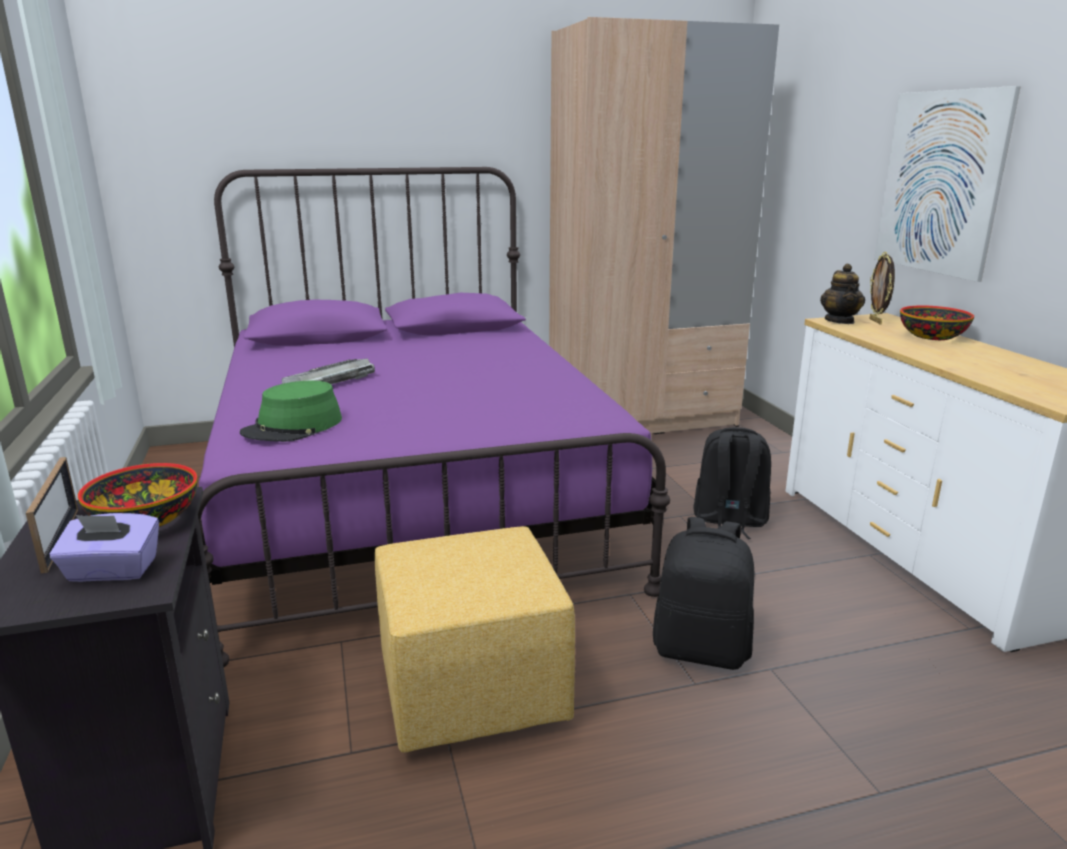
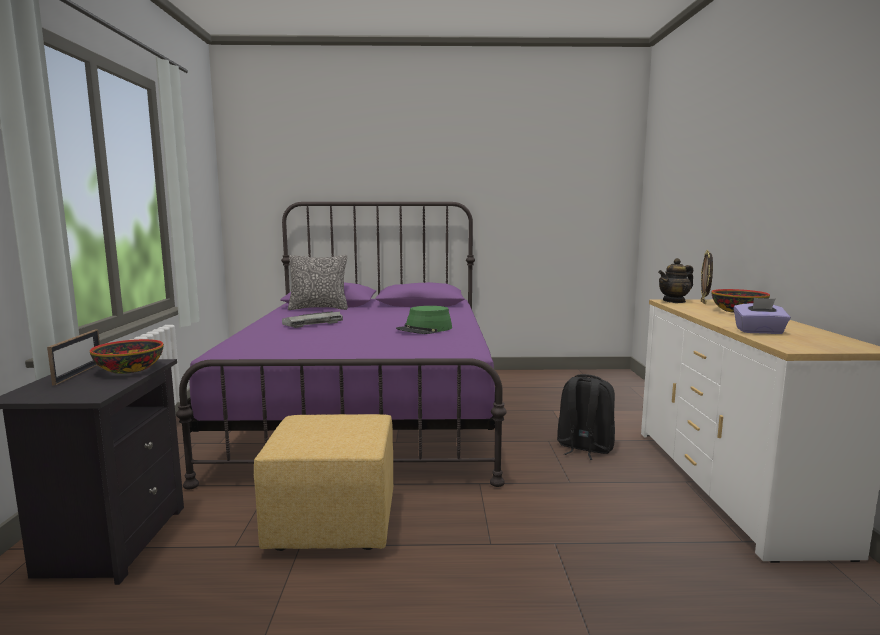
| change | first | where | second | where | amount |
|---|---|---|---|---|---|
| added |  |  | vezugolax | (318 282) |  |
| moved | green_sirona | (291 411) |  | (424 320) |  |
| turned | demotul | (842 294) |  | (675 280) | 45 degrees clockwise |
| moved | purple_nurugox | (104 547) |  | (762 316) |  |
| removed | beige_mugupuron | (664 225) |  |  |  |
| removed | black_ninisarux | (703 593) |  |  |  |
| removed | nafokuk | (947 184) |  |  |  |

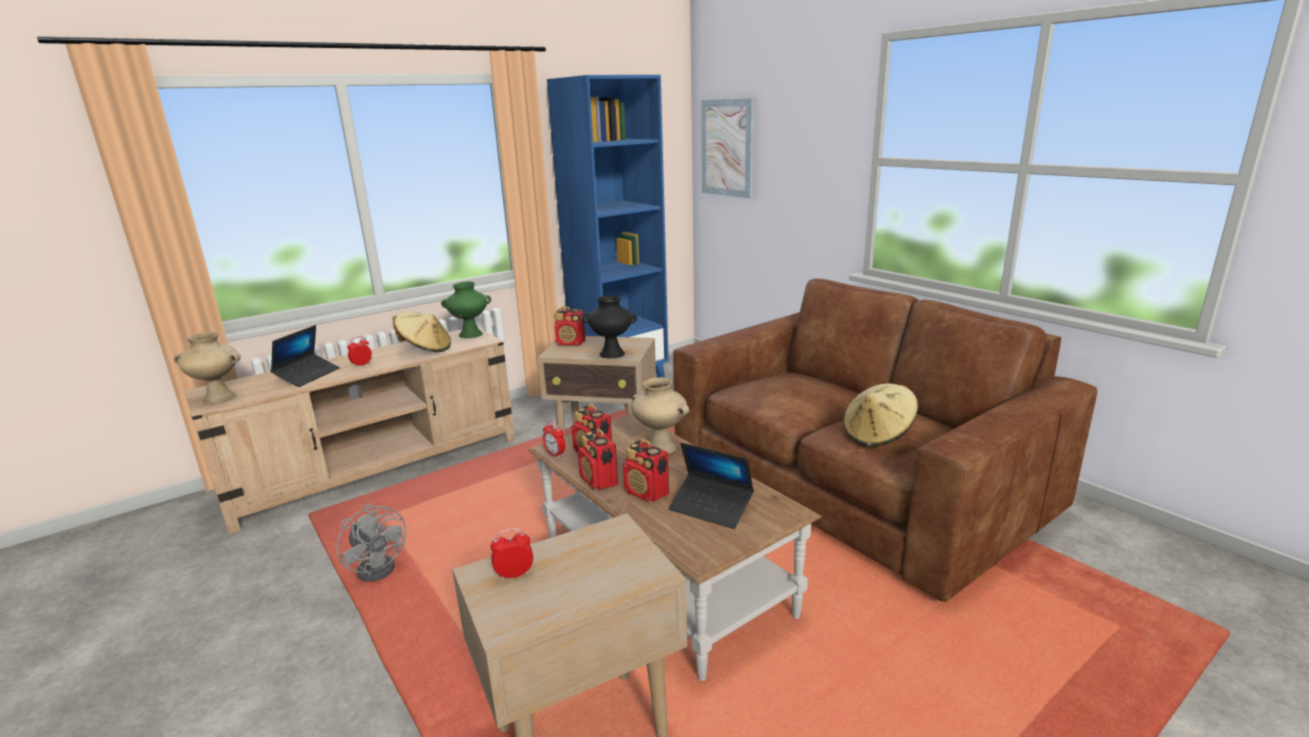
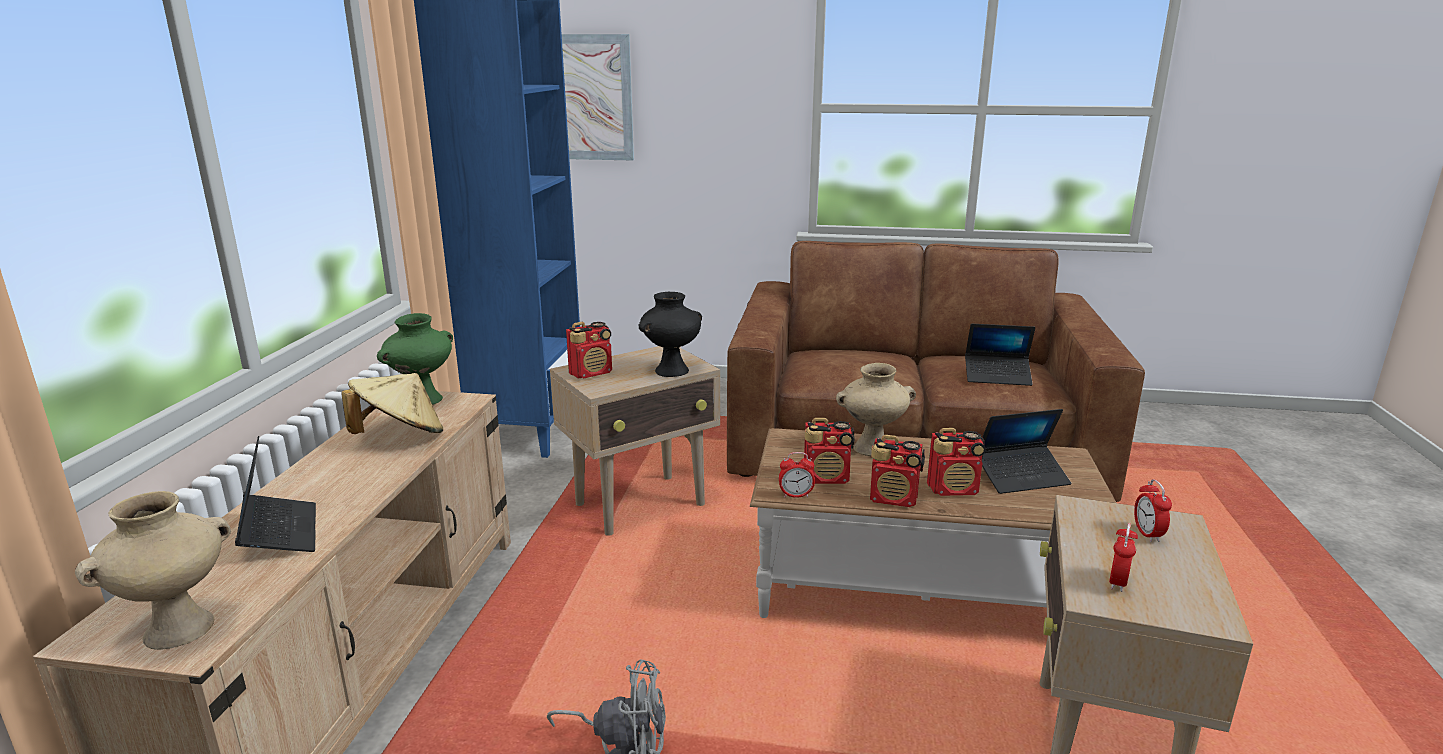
| change | first | where | second | where | amount |
|---|---|---|---|---|---|
| replaced | beige_sirona | (880 415) | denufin | (1000 355) |  |
| moved | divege | (359 352) |  | (1153 510) |  |

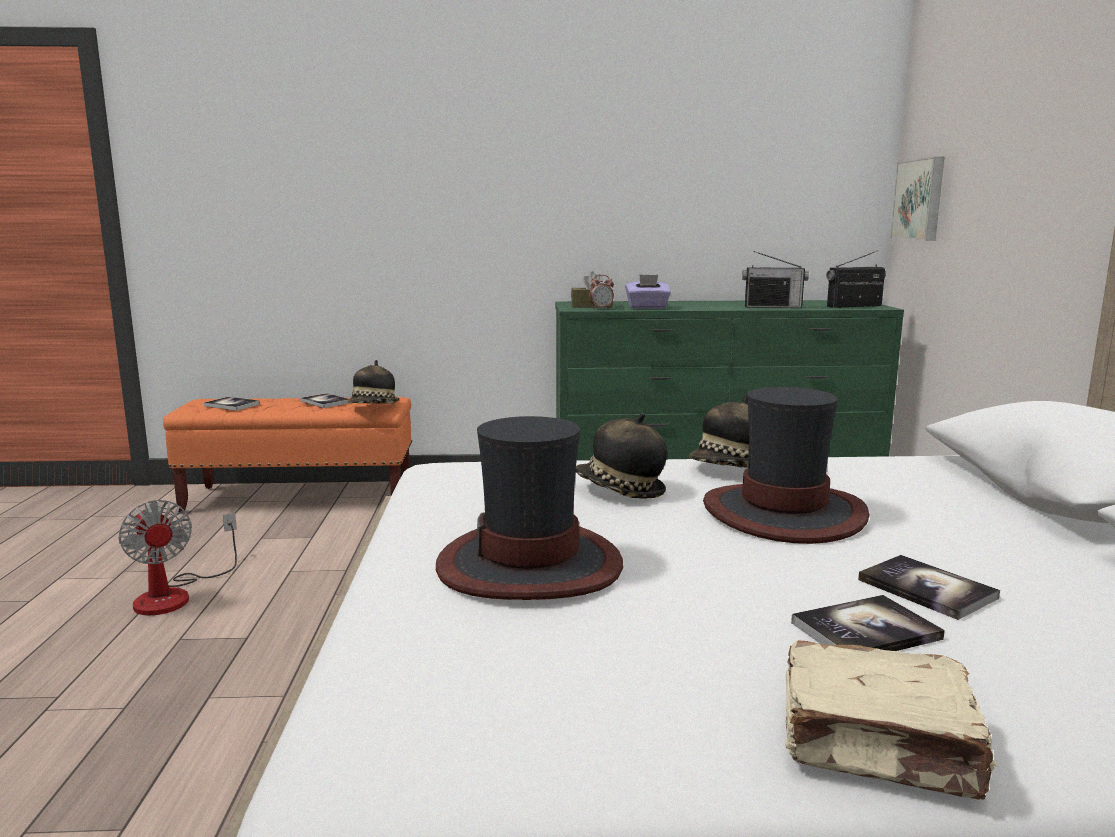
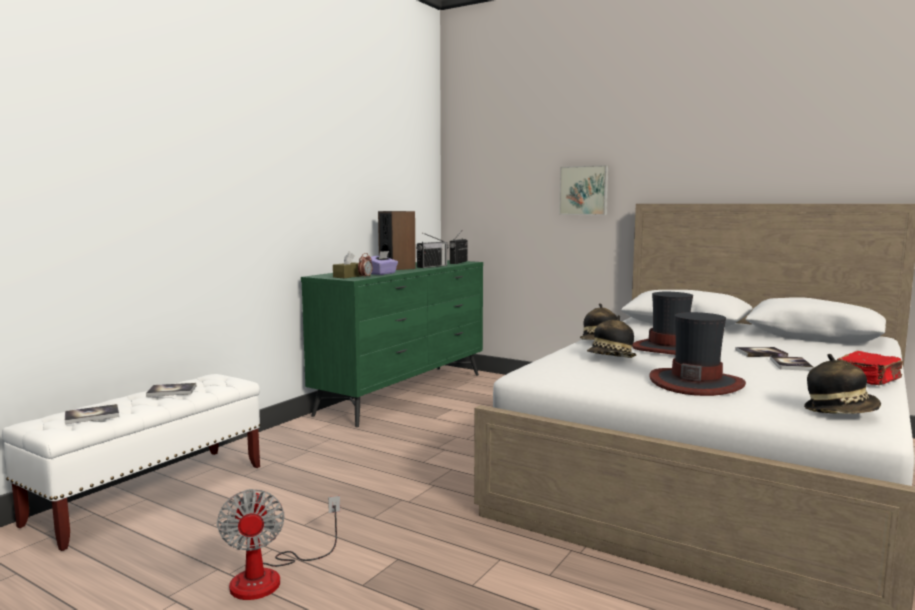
| change | first | where | second | where | amount |
|---|---|---|---|---|---|
| recoloured | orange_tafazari | (287 454) | white_tafazari | (131 462) |  |
| turned | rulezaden | (178 558) |  | (278 544) | 75 degrees clockwise |
| added |  |  | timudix | (397 240) |  |
| moved | nafokuk | (917 199) |  | (584 190) |  |
| moved | sirona | (373 382) |  | (842 384) |  |
| recoloured | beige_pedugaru | (891 720) | red_pedugaru | (870 368) |  |

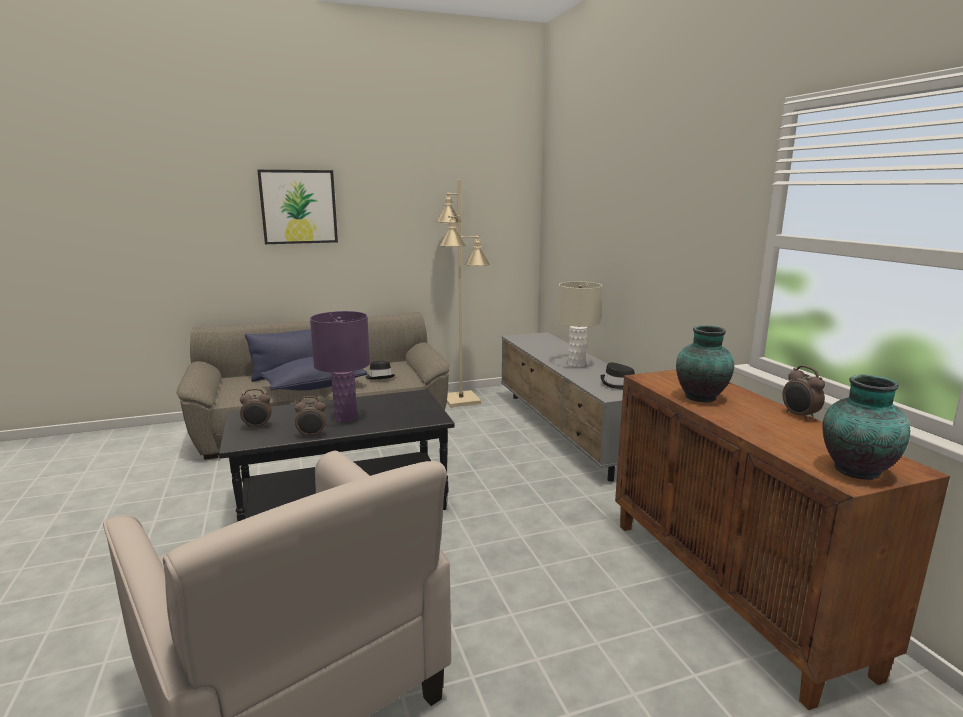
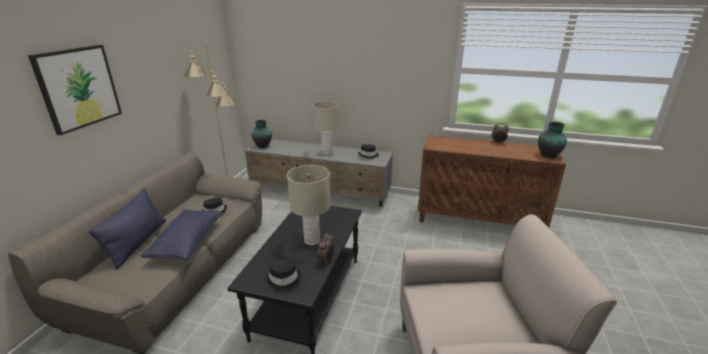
| change | first | where | second | where | amount |
|---|---|---|---|---|---|
| moved | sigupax | (705 363) |  | (262 133) |  |
| replaced | divege | (256 409) | black_sirona | (282 275) |  |
| recoloured | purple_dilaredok | (340 366) | beige_dilaredok | (308 205) |  |

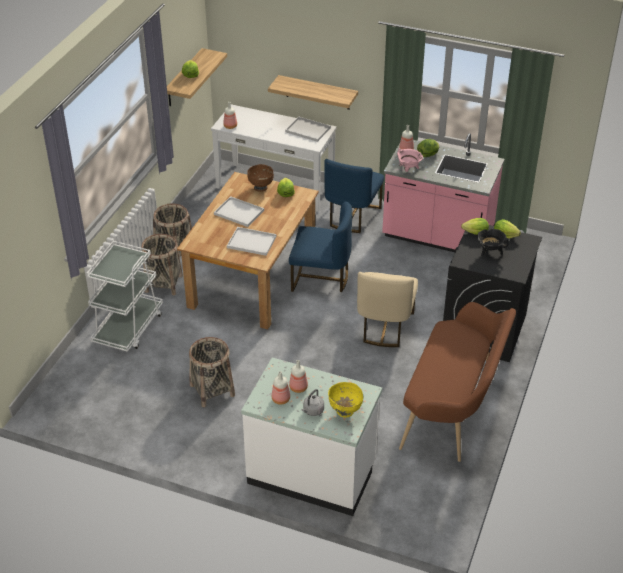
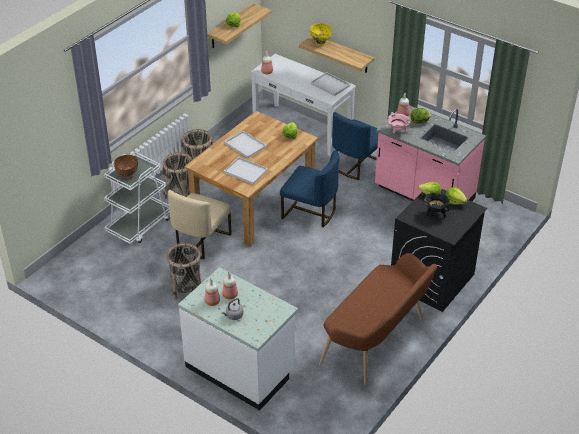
| change | first | where | second | where | amount |
|---|---|---|---|---|---|
| moved | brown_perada | (260 178) |  | (126 167) |  |
| moved | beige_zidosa | (387 309) |  | (200 224) |  |
| moved | yellow_perada | (345 400) |  | (321 34) |  |

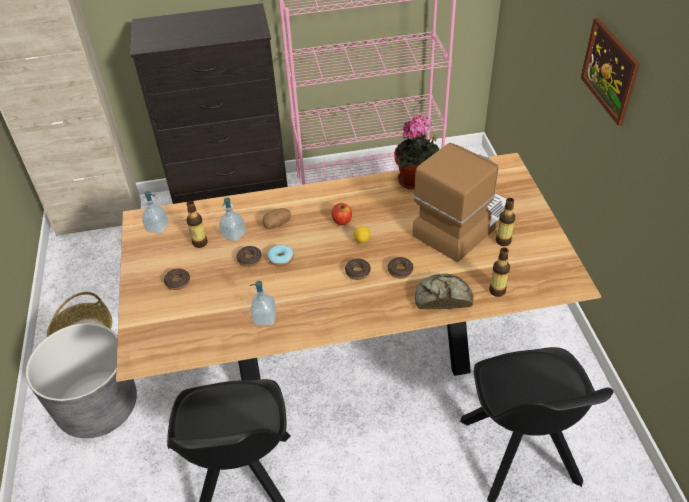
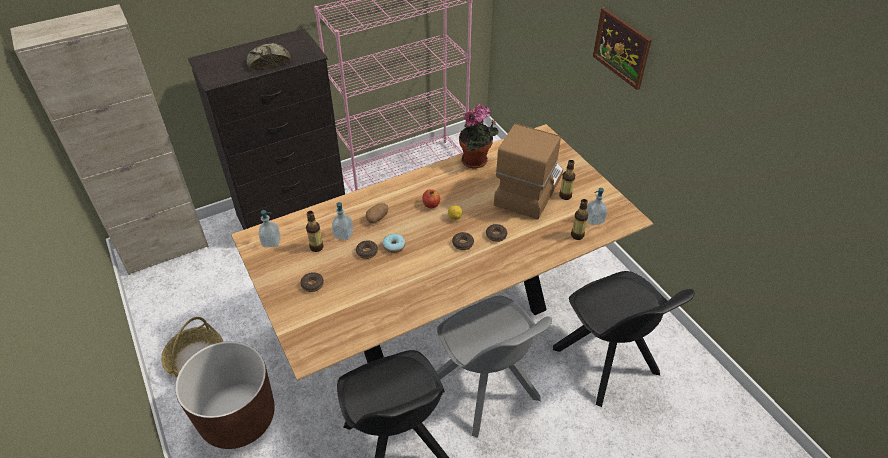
| change | first | where | second | where | amount |
|---|---|---|---|---|---|
| recoloured | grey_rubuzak | (81 380) | brown_rubuzak | (225 395) |  |
| moved | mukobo | (444 291) |  | (269 56) |  |
| added |  |  | grey_zidosa | (494 367) |  |
| moved | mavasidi | (263 303) |  | (597 206) |  |

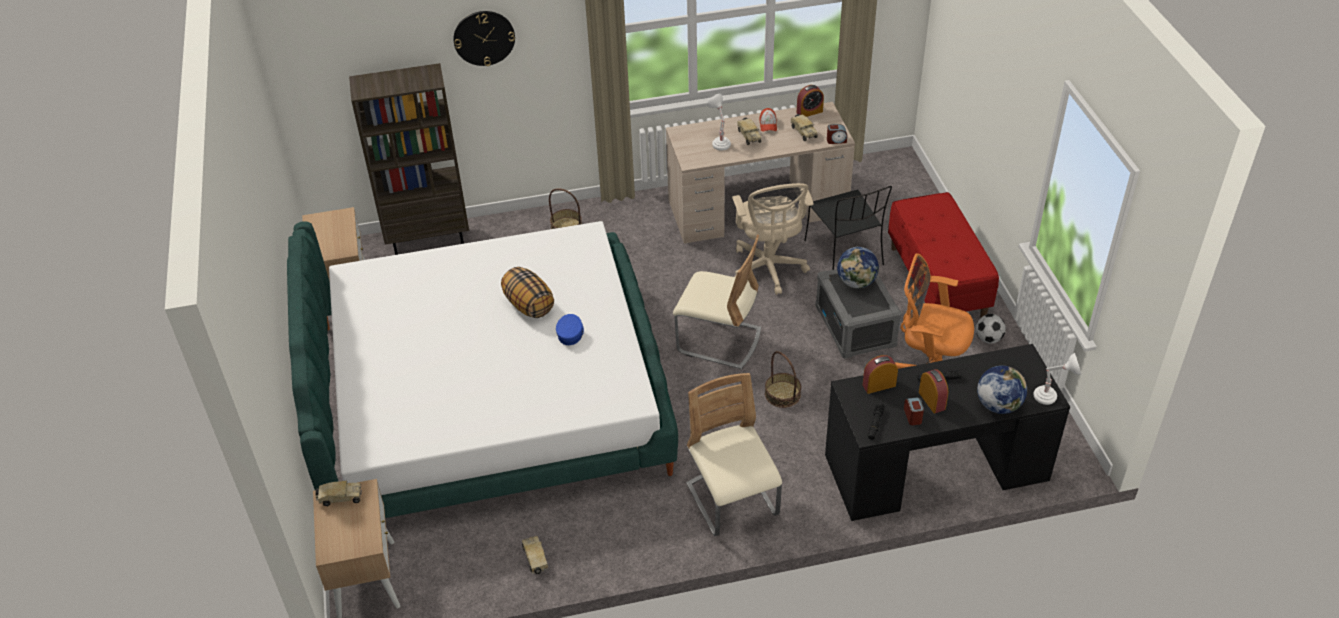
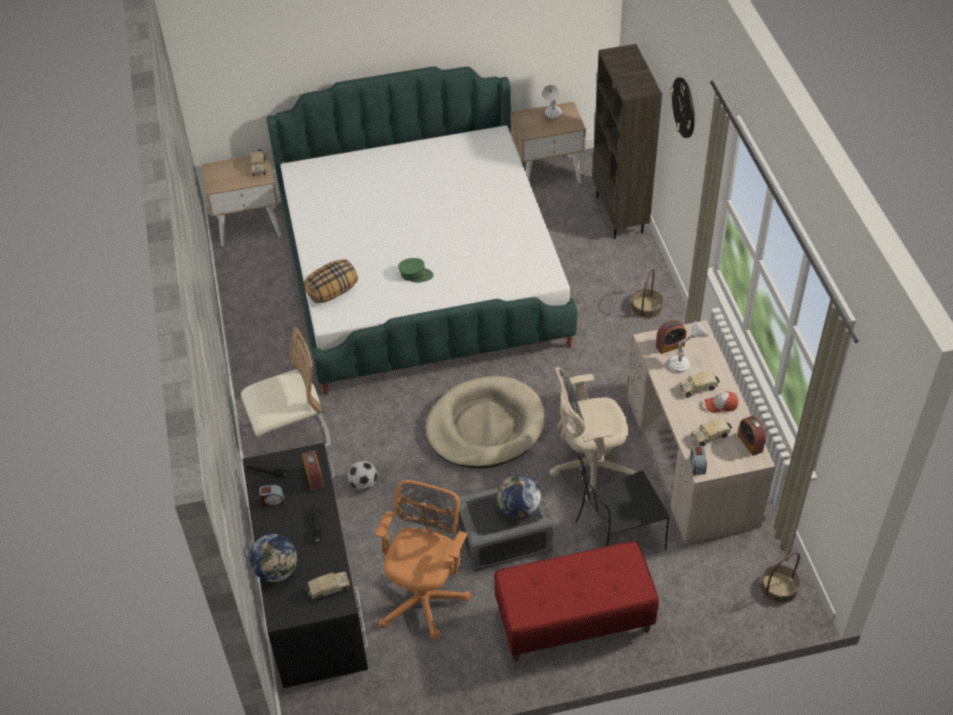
| change | first | where | second | where | amount |
|---|---|---|---|---|---|
| moved | vezugolax | (527 292) |  | (331 281) |  |
| moved | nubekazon | (535 555) |  | (327 586) |  |
| moved | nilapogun | (991 329) |  | (362 475) |  |
| recoloured | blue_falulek | (570 329) | green_falulek | (416 270) |  |
| replaced | beige_zidosa | (717 302) | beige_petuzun | (486 422) |  |
| moved | white_dilaredok | (1057 379) |  | (552 102) |  |
| moved | divege | (933 391) |  | (671 337) |  |
| moved | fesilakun | (783 379) |  | (780 578) |  |

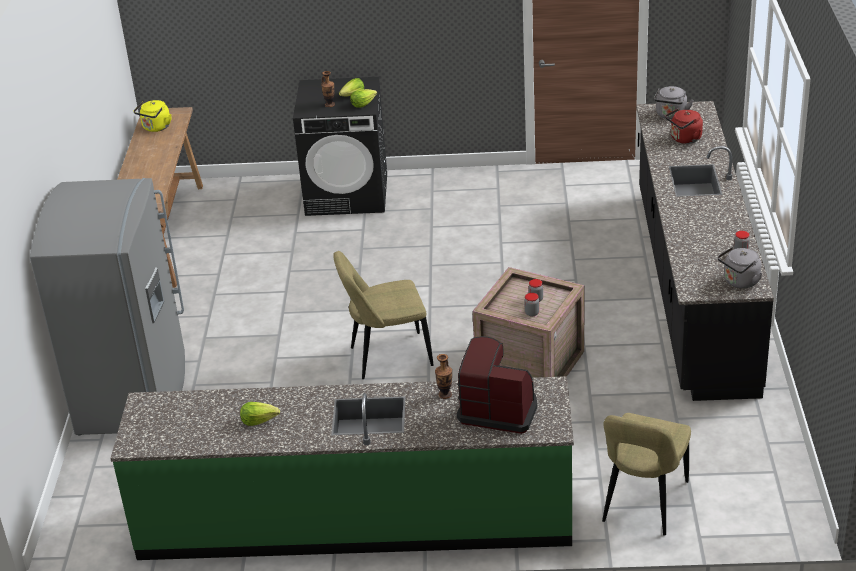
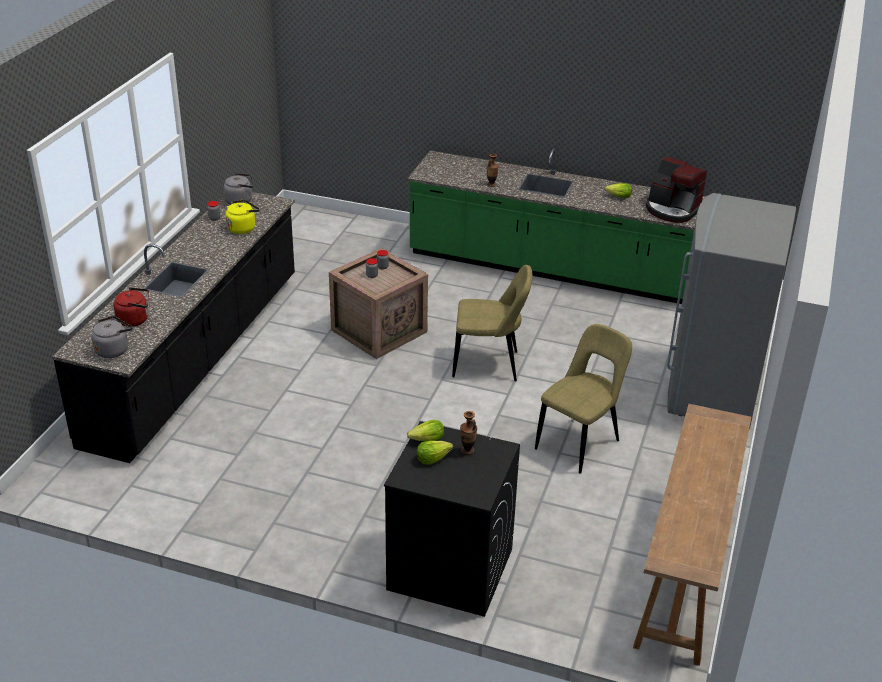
| change | first | where | second | where | amount |
|---|---|---|---|---|---|
| moved | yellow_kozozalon | (152 116) |  | (242 217) |  |
| moved | beige_zidosa | (646 474) |  | (583 398) |  |
| moved | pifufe | (497 385) |  | (676 190) |  |

